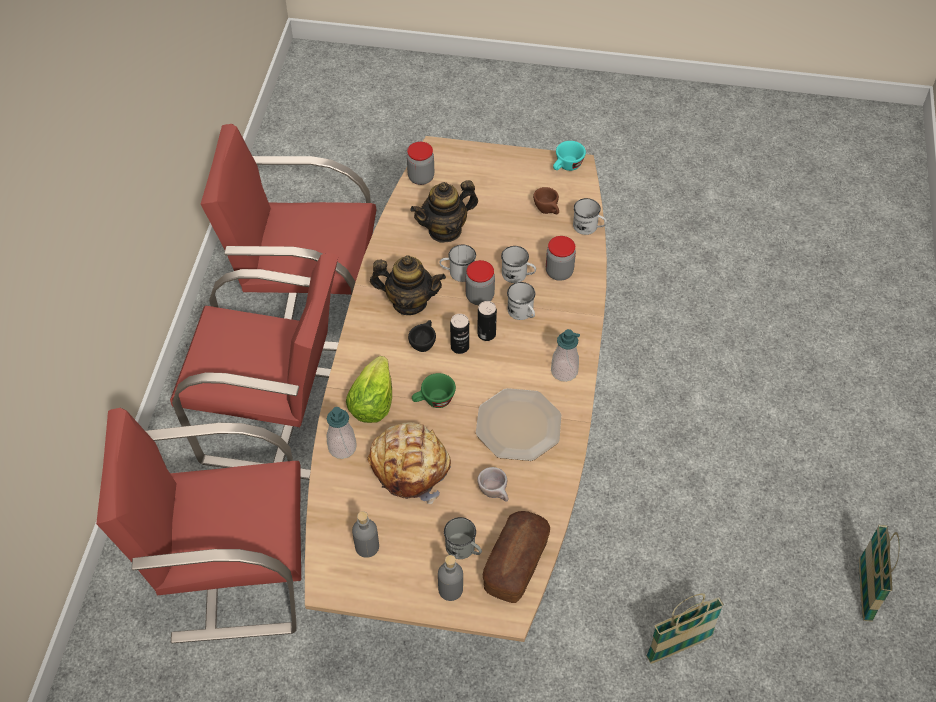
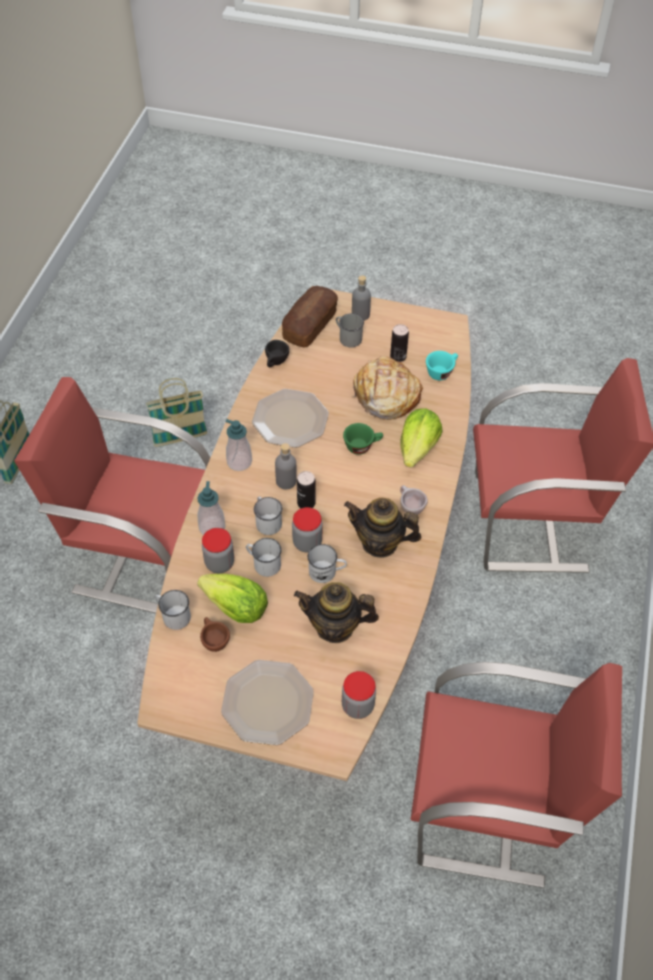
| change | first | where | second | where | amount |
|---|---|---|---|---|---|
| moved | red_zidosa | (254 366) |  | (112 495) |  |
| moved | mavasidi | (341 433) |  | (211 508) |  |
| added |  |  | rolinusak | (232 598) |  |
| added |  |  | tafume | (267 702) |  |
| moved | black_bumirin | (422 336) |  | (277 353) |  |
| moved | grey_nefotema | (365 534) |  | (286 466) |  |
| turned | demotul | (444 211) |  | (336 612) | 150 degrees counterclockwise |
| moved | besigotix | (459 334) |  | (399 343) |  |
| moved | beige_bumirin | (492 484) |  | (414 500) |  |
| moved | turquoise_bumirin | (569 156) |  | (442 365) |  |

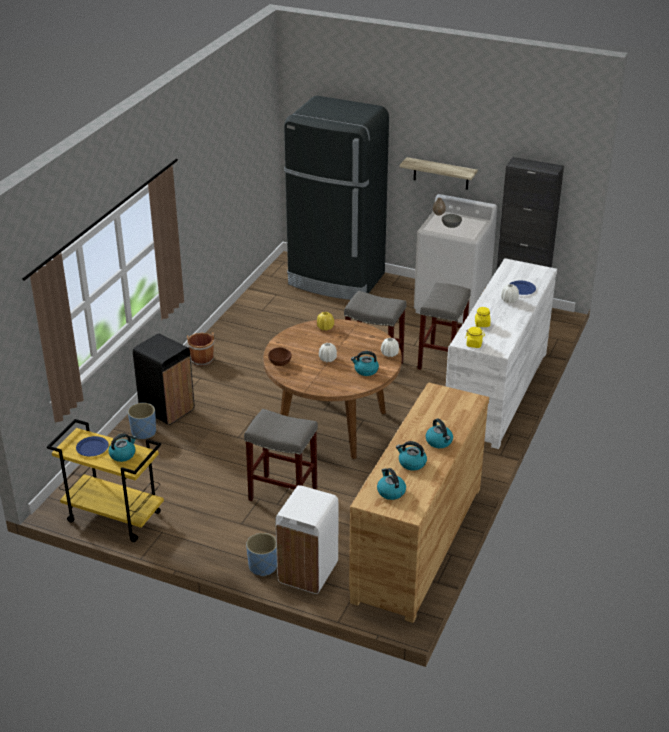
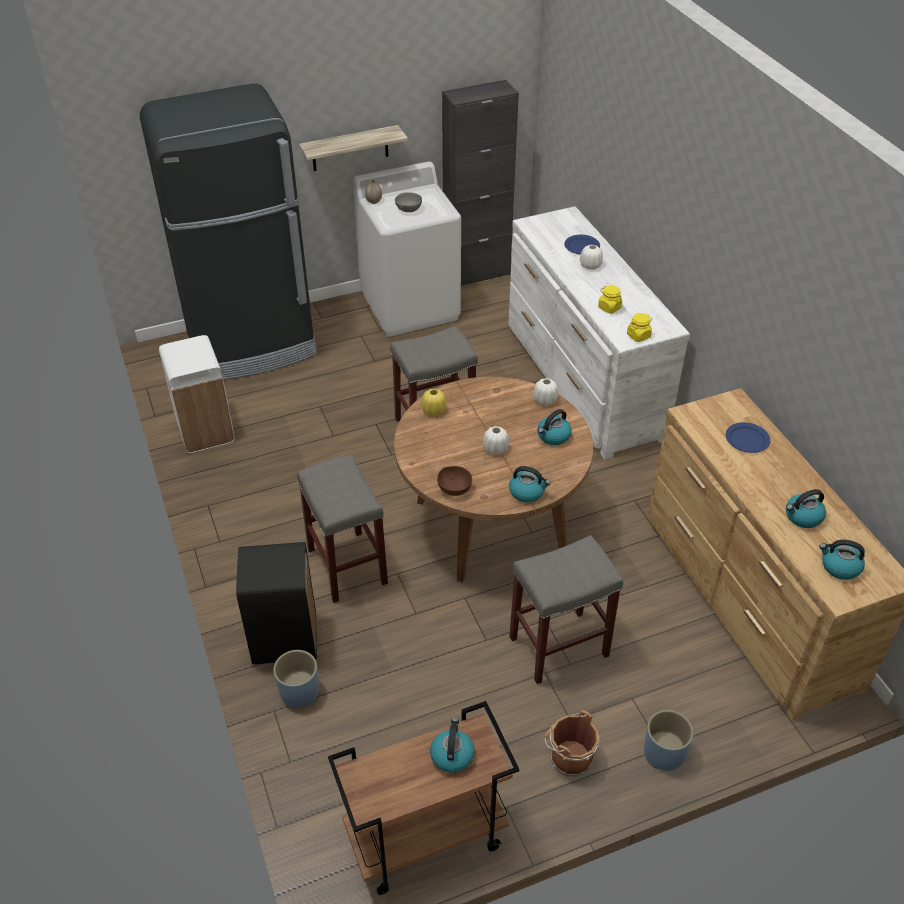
| change | first | where | second | where | amount |
|---|---|---|---|---|---|
| moved | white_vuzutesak | (306 539) |  | (196 394) |  |
| moved | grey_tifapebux | (444 326) |  | (342 528) |  |
| recoloured | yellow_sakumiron | (105 480) | brown_sakumiron | (423 798) |  |
| moved | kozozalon | (439 433) |  | (530 484) |  |
| moved | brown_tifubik | (200 349) |  | (571 743) |  |
| moved | blue_tafume | (92 446) |  | (748 437) |  |

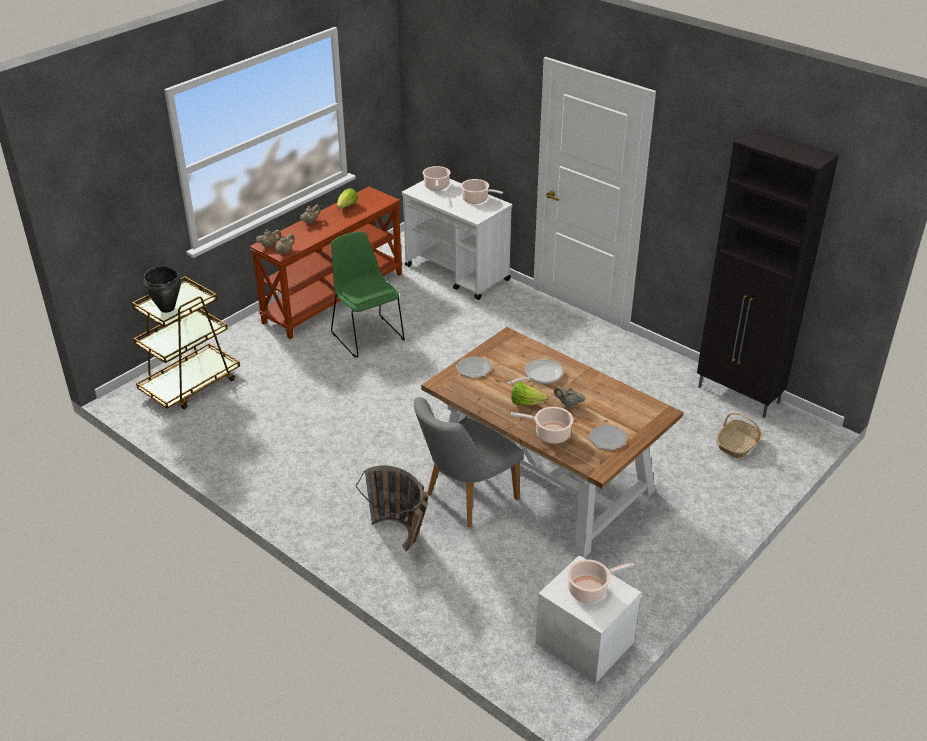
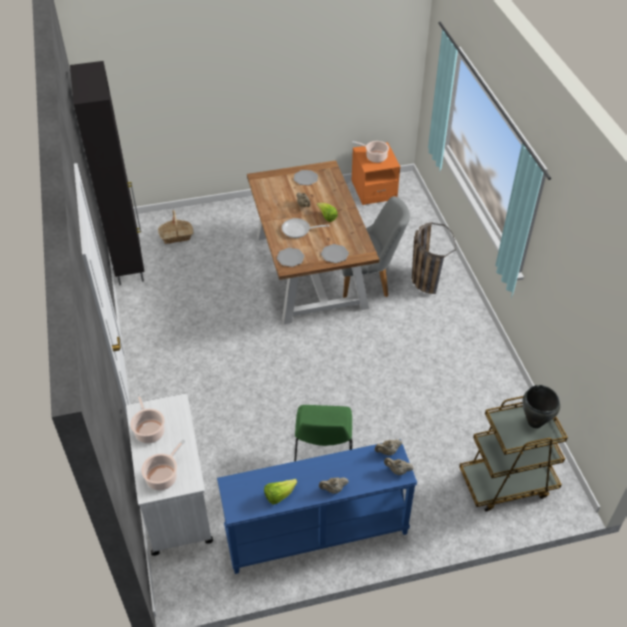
| change | first | where | second | where | amount |
|---|---|---|---|---|---|
| recoloured | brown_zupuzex | (326 263) | blue_zupuzex | (317 506) |  |
| added |  |  | tafume | (290 257) |  |
| recoloured | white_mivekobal | (588 619) | orange_mivekobal | (376 173) |  |
| removed | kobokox | (542 425) |  |  |  |

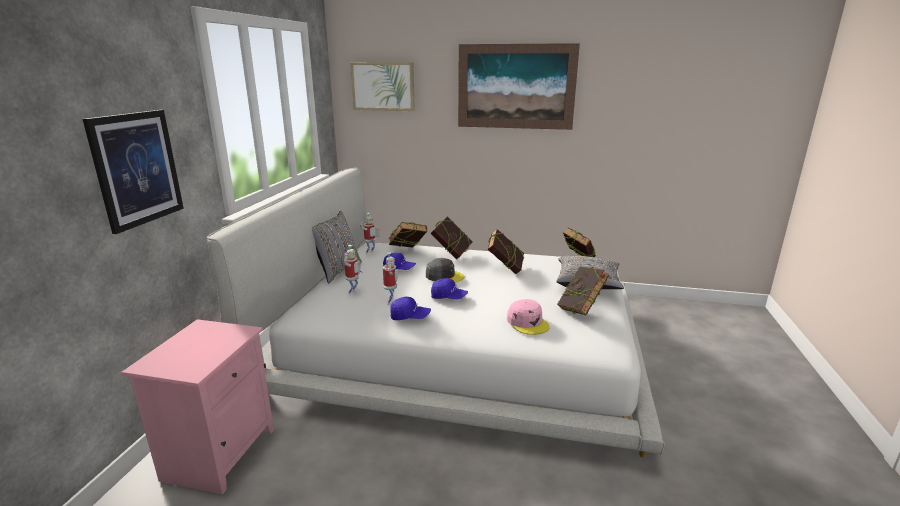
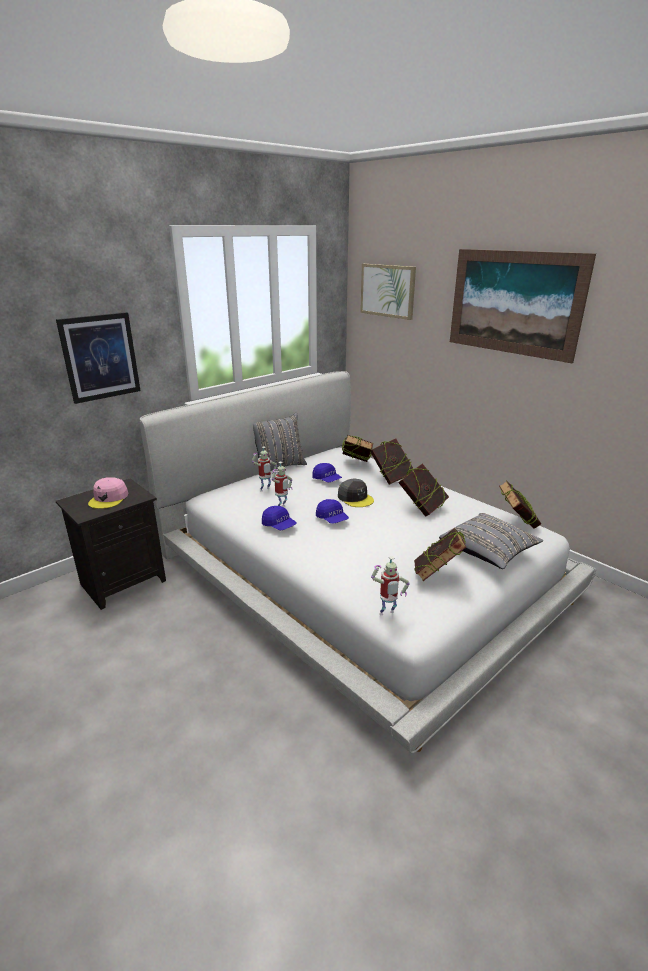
| change | first | where | second | where | amount |
|---|---|---|---|---|---|
| recoloured | pink_mivekobal | (197 407) | black_mivekobal | (111 544) |  |
| moved | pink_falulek | (528 317) |  | (108 493) |  |
| moved | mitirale | (370 233) |  | (390 586) |  |

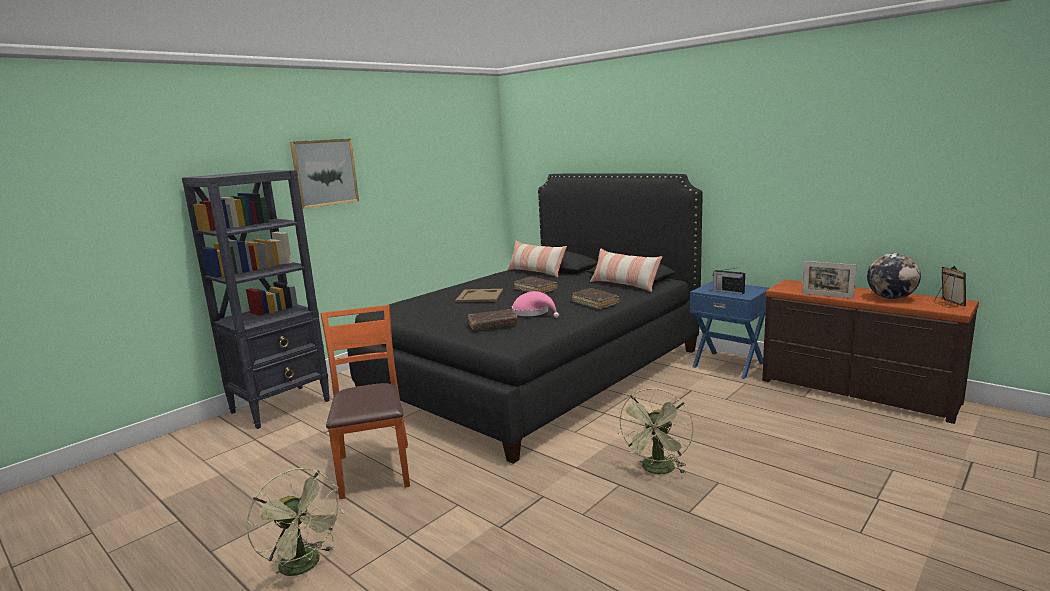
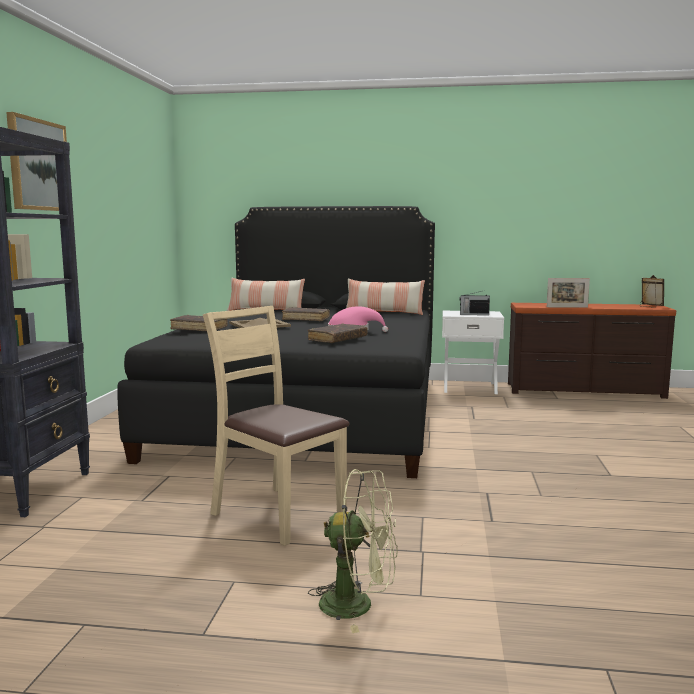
| change | first | where | second | where | amount |
|---|---|---|---|---|---|
| moved | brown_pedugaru | (596 298) |  | (199 323) |  |
| recoloured | orange_zidosa | (365 402) | beige_zidosa | (276 426) |  |
| recoloured | blue_mivekobal | (729 330) | white_mivekobal | (473 352) |  |
| removed | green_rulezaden | (655 431) |  |  |  |
| removed | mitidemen | (894 276) |  |  |  |

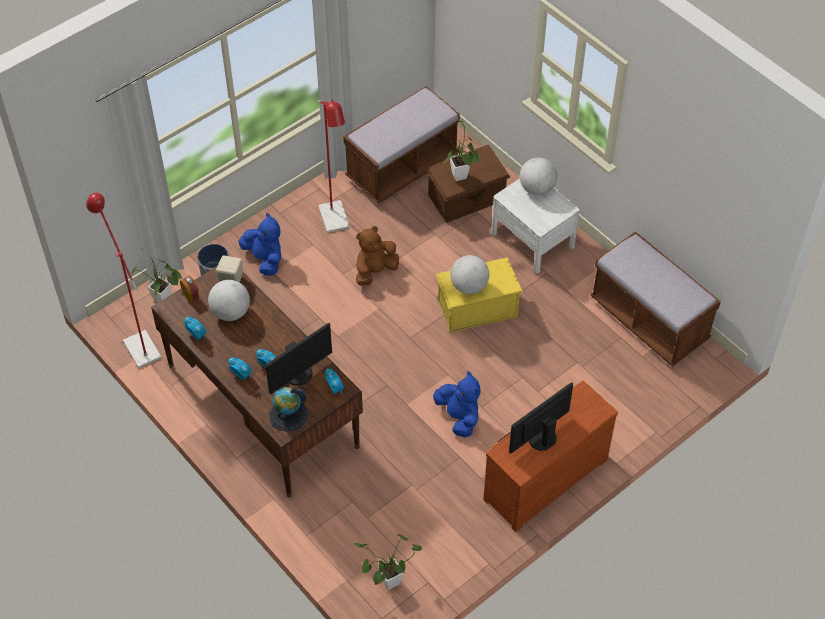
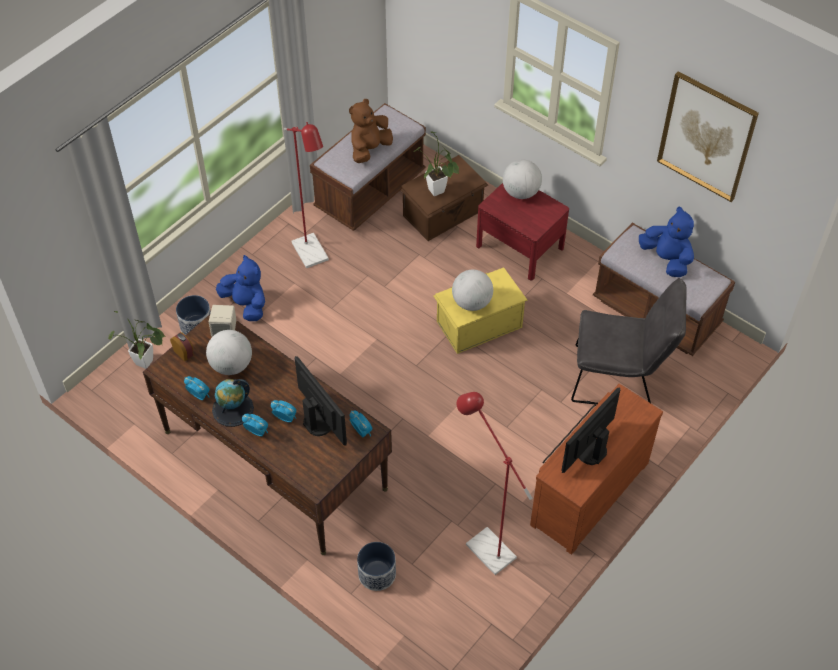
| change | first | where | second | where | amount |
|---|---|---|---|---|---|
| moved | mitidemen | (288 409) |  | (233 403) |  |
| turned | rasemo | (298 358) |  | (321 401) | 75 degrees counterclockwise |
| moved | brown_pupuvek | (377 256) |  | (371 131) |  |
| added |  |  | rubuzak | (376 566) |  |
| moved | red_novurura | (123 280) |  | (494 483) |  |
| recoloured | white_mivekobal | (535 226) | red_mivekobal | (522 232) |  |
| added |  |  | grey_zidosa | (629 341) |  |
| moved | blue_pupuvek | (457 404) |  | (666 241) |  |
| added |  |  | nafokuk | (708 137) |  |
| removed | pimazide | (388 562) |  |  |  |

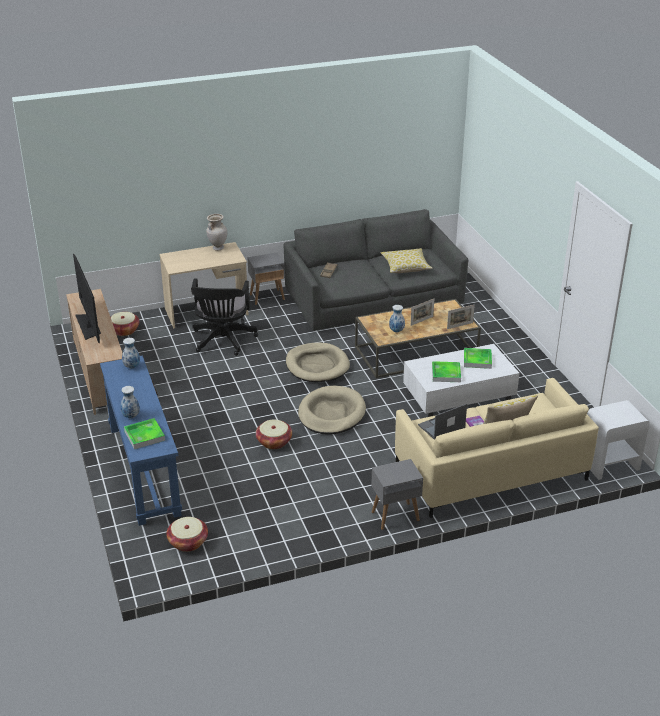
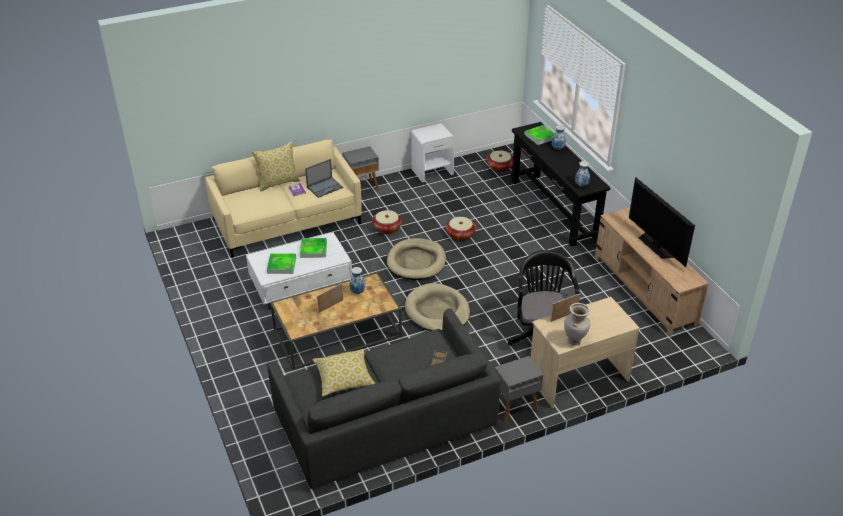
| change | first | where | second | where | amount |
|---|---|---|---|---|---|
| moved | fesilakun | (125 324) |  | (387 222) |  |
| moved | white_mivekobal | (618 440) |  | (433 152) |  |
| recoloured | blue_zupuzex | (141 441) | black_zupuzex | (560 184) |  |
| moved | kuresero | (461 317) |  | (565 307) |  |

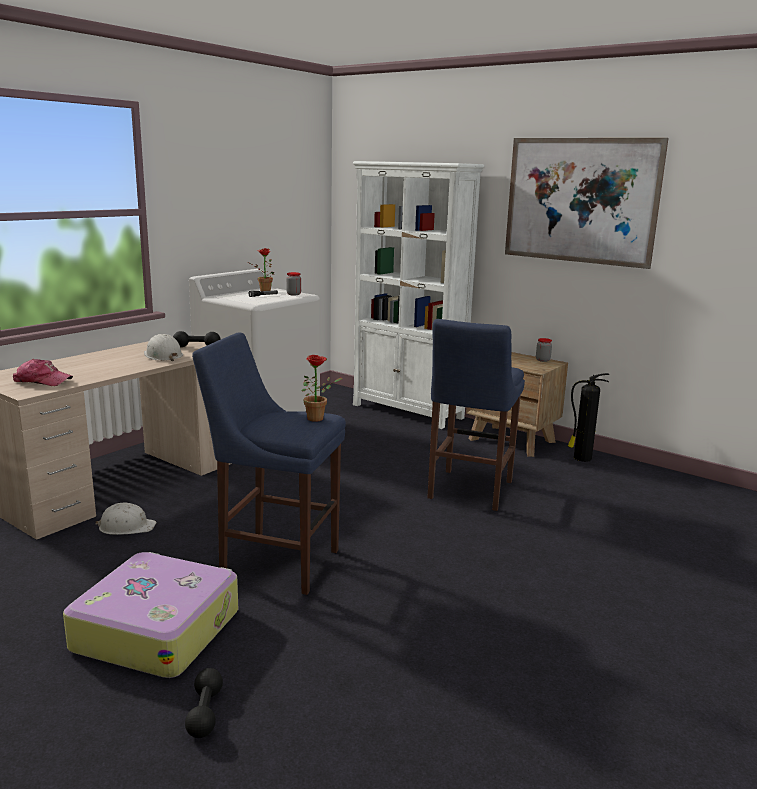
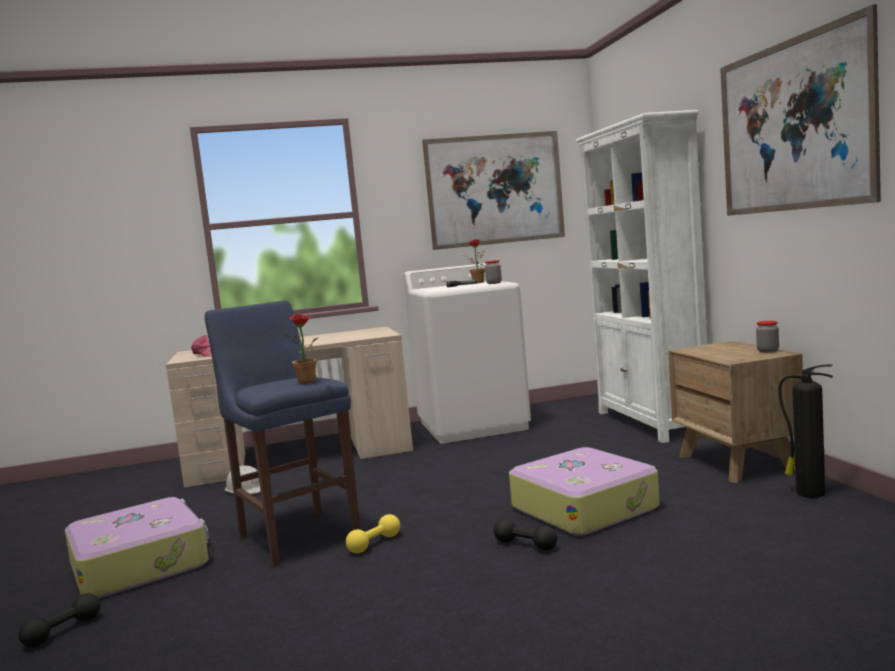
| change | first | where | second | where | amount |
|---|---|---|---|---|---|
| added |  |  | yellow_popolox | (373 533) |  |
| added |  |  | nafokuk | (493 190) |  |
| moved | black_popolox | (197 339) |  | (525 534) |  |
| replaced | blue_tifapebux | (476 415) | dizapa | (584 491) |  |
| removed | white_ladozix | (163 347) |  |  |  |

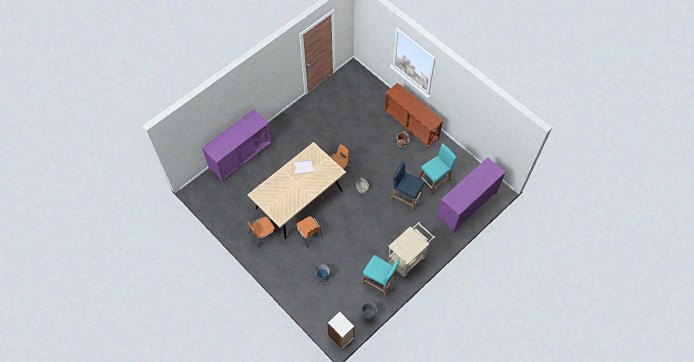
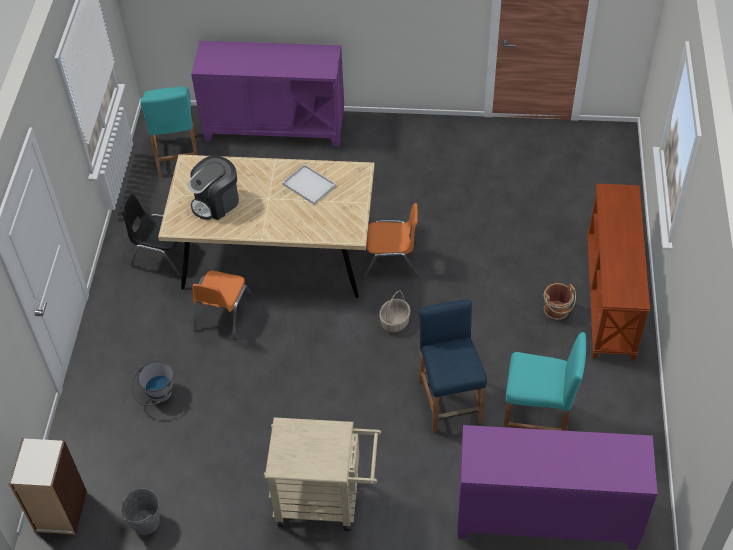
| change | first | where | second | where | amount |
|---|---|---|---|---|---|
| recoloured | orange_zidosa | (263 232) | black_zidosa | (158 235) |  |
| moved | turquoise_tifapebux | (381 276) |  | (168 132) |  |
| added |  |  | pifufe | (213 187) |  |

